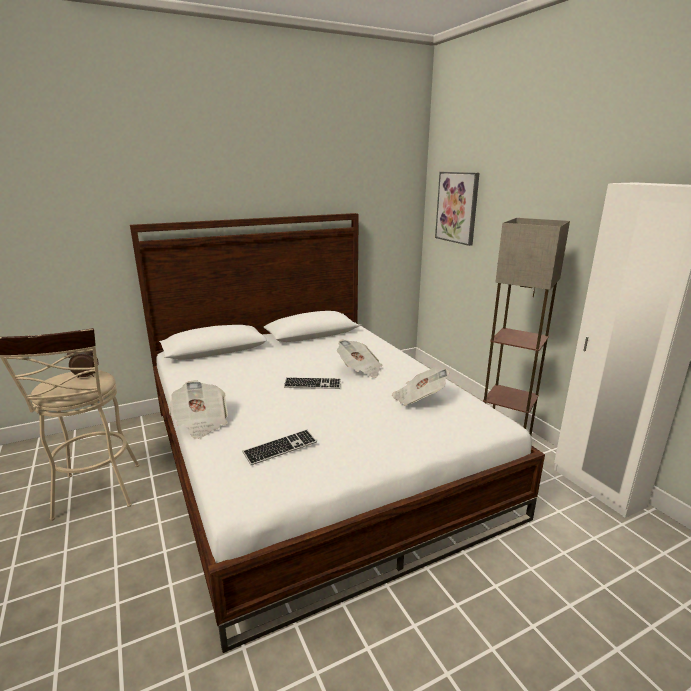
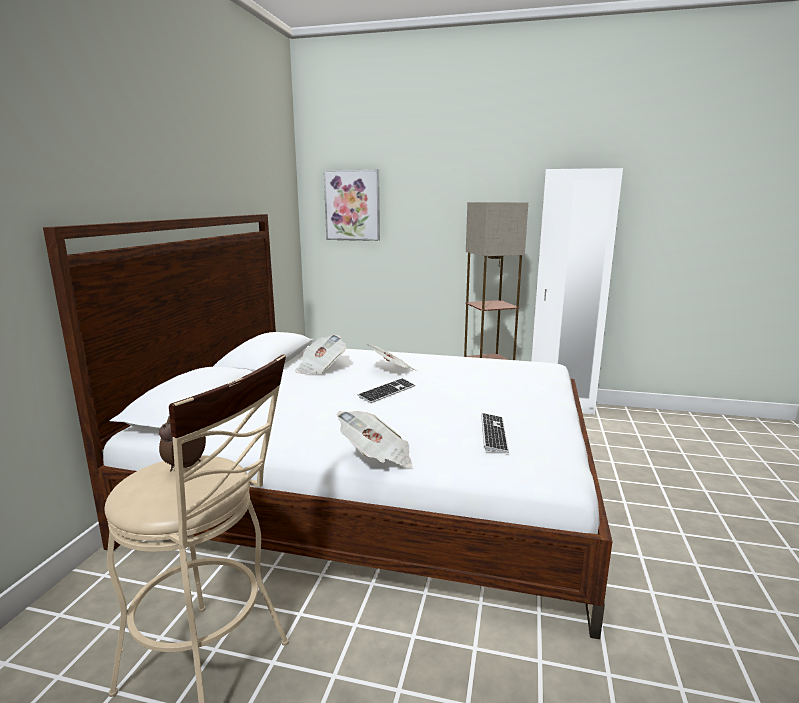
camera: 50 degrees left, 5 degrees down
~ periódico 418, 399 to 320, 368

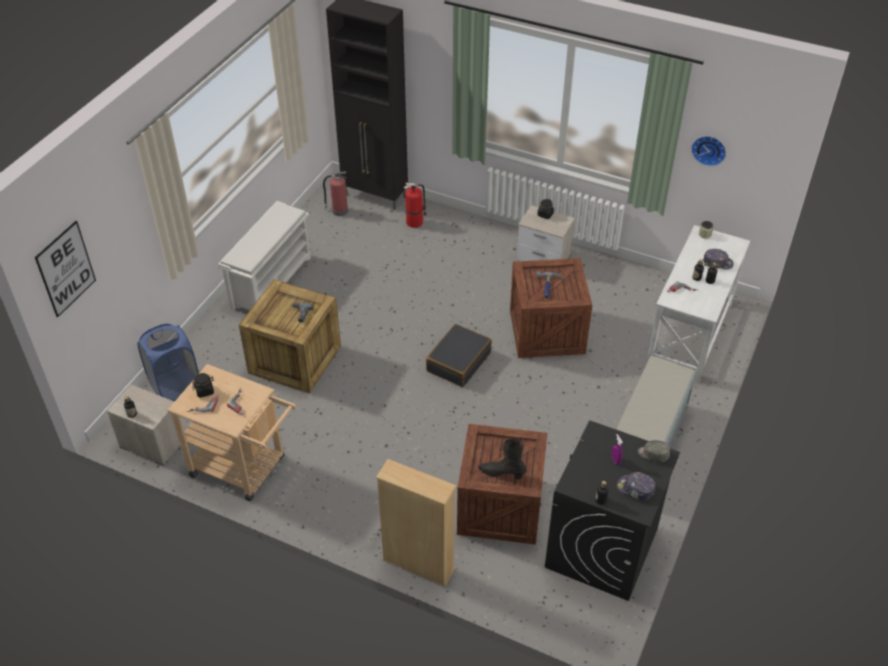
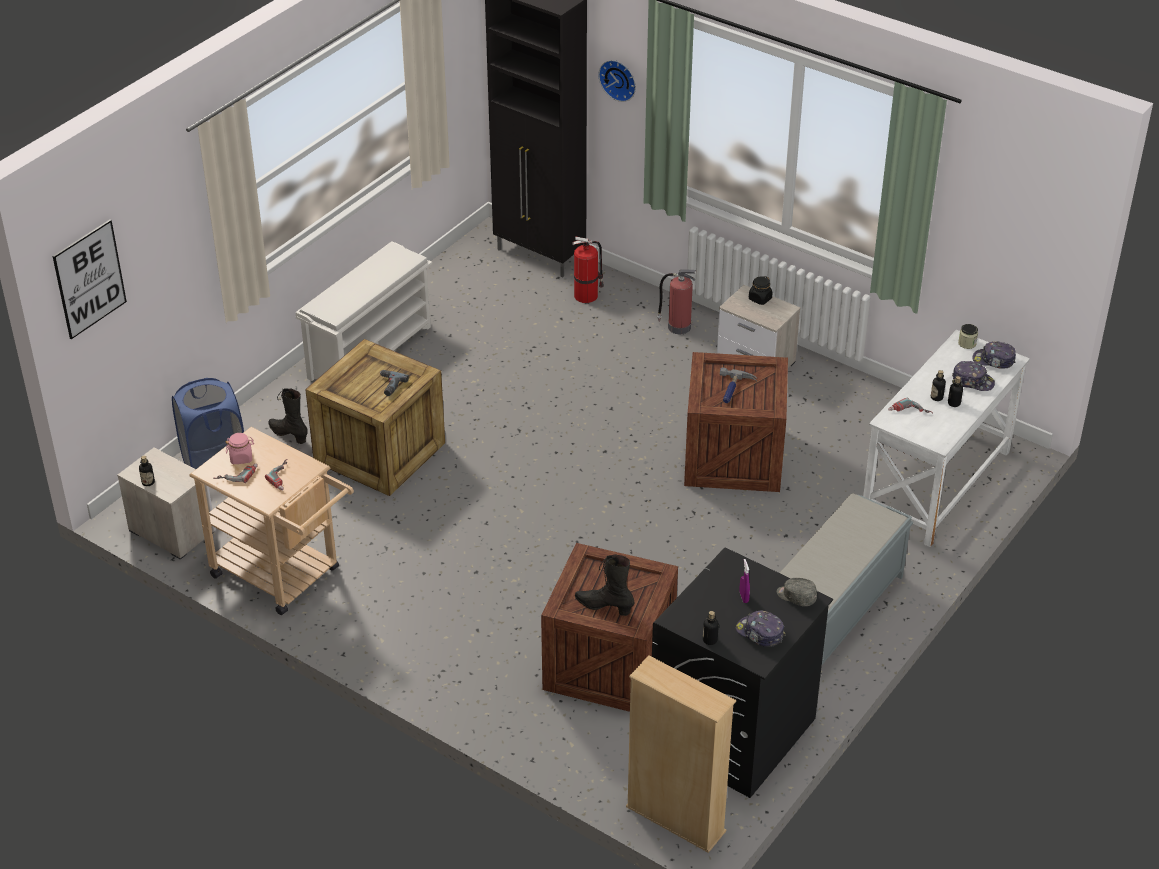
camera: 10 degrees right, 5 degrees down
- maleta (negro) 458, 361
+ bota (negro) 288, 434
+ gorra 993, 360
~ extintor 339, 211 to 678, 327
~ estantería (beis) 418, 564 to 675, 819
~ reloj de pared 709, 149 to 619, 79
~ tarro (negro) 205, 391 to tarro (rosa) 241, 457

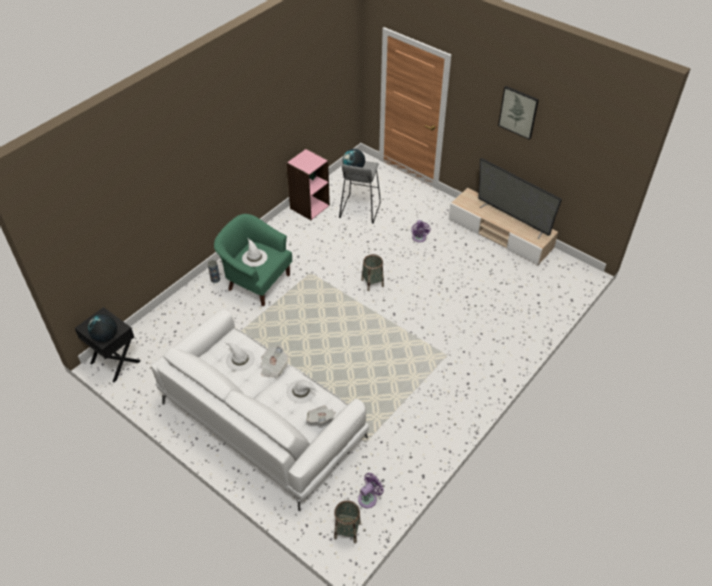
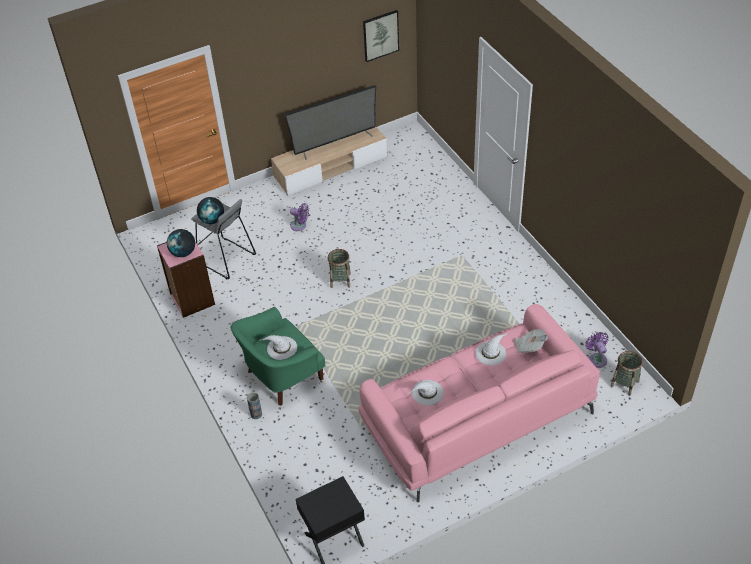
camera: 65 degrees left, 0 degrees up
- periódico 273, 367
~ globo terráqueo 105, 337 to 183, 253
~ cuadro 518, 112 to 380, 35
~ sofá (blanco) 261, 419 to sofá (rosa) 476, 418

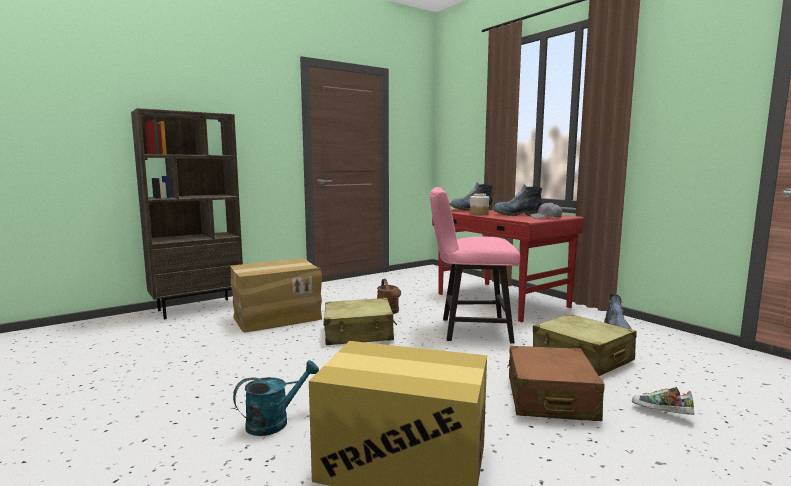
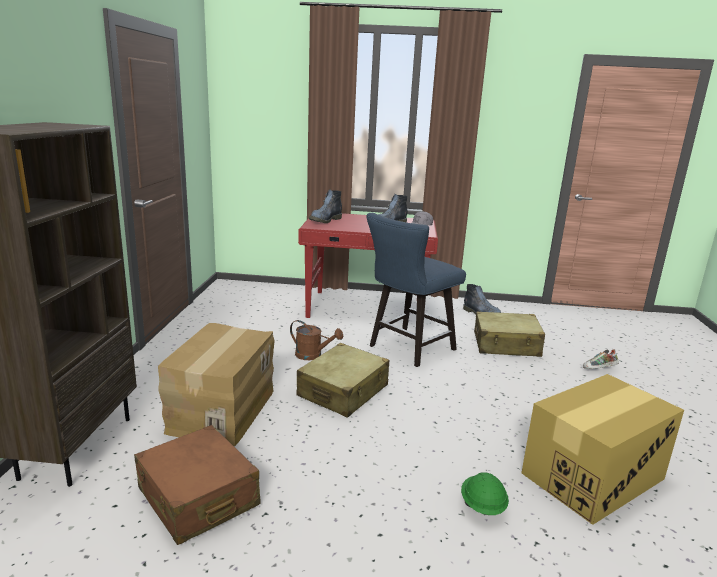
camera: 50 degrees left, 10 degrees up
- tarro 479, 214
~ maleta (marrón) 550, 398 to 198, 497
~ regadera (turquesa) 275, 421 to casco (verde) 482, 506
~ silla (rosa) 469, 330 to silla (azul) 407, 349

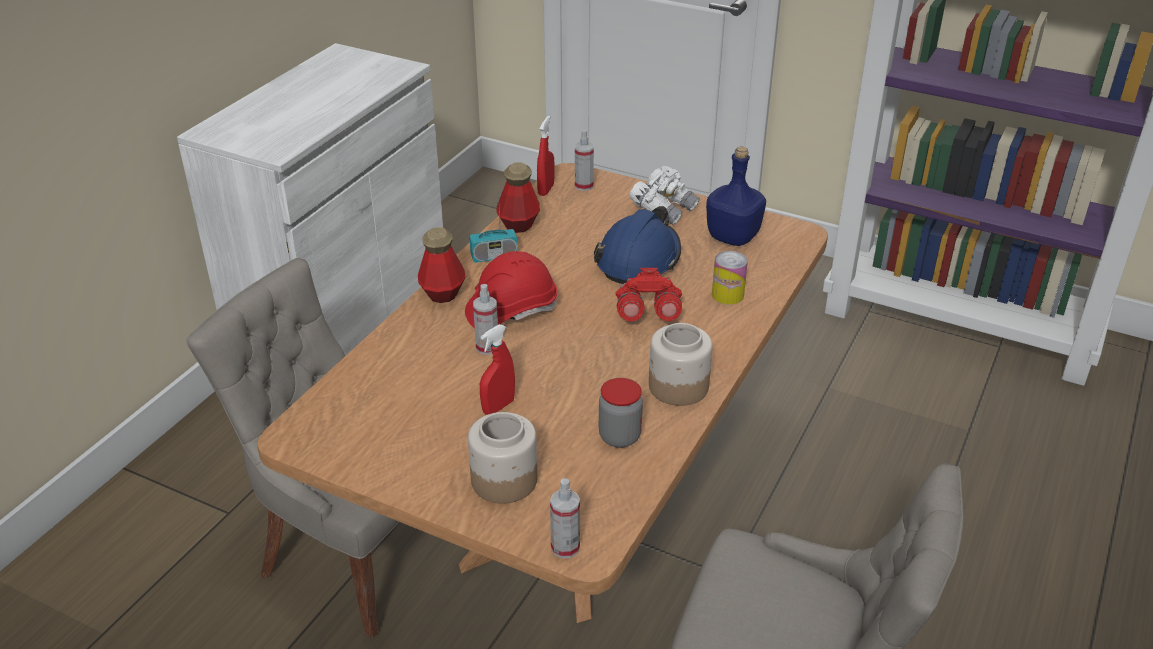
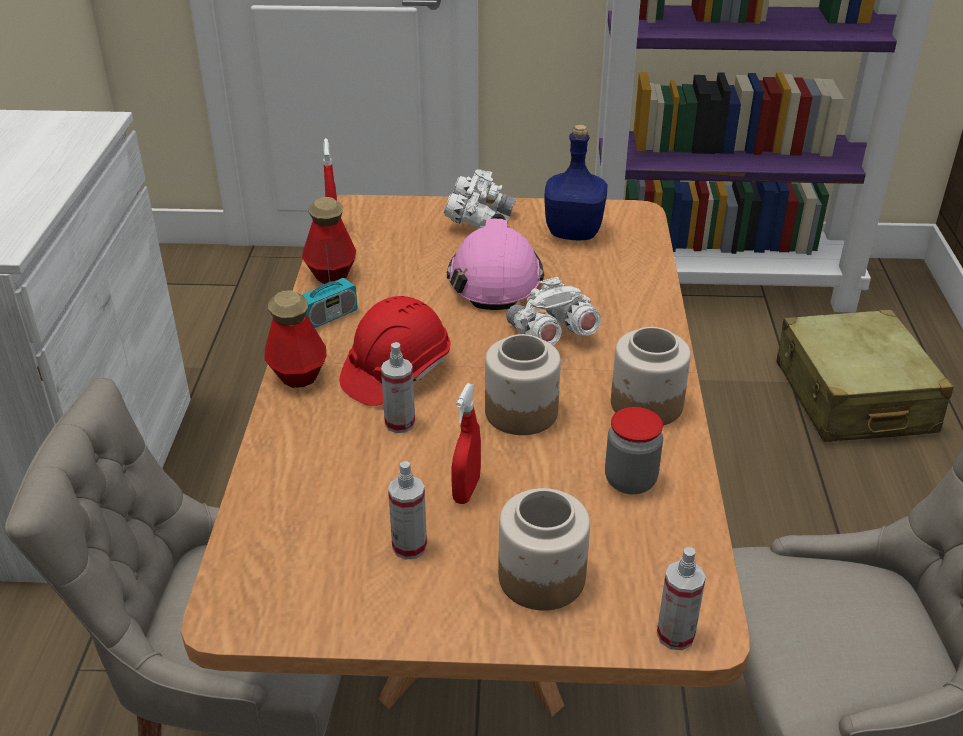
camera: 25 degrees left, 0 degrees up
- lata 727, 295
+ tarro 522, 412
+ maleta (beis) 853, 398
~ pulverizador 584, 186 to 409, 546
~ casco (azul) 638, 259 to casco (rosa) 495, 279
~ prismáticos (rojo) 646, 315 to prismáticos (blanco) 550, 336

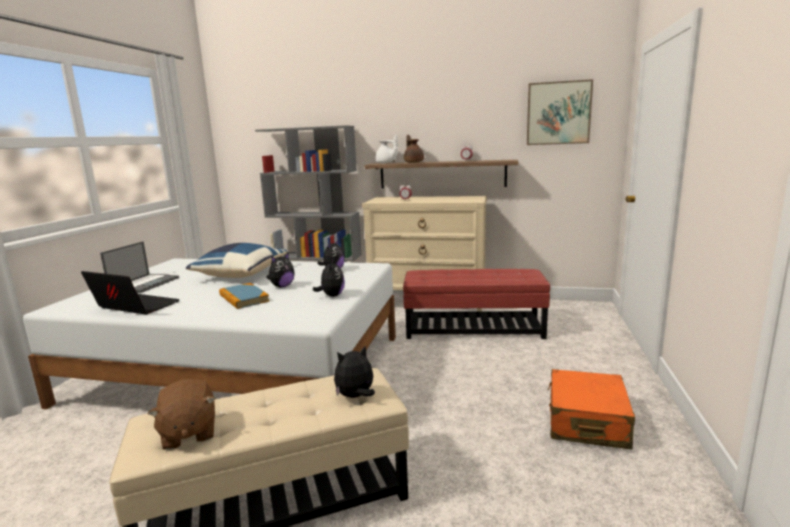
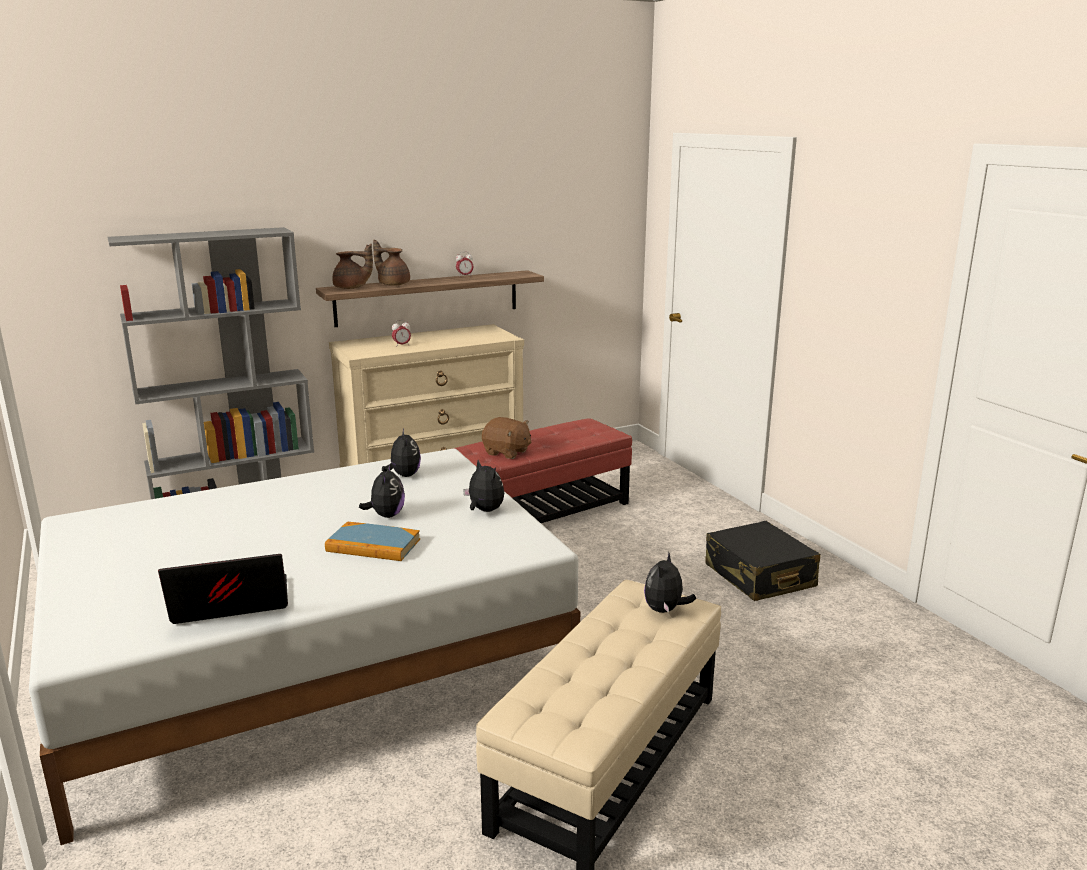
camera: 40 degrees left, 5 degrees up
- portátil 145, 283
- cojín (azul) 240, 274
- cuadro 558, 113
~ peluche (marrón) 188, 433 to 506, 452
~ tetera (blanco) 386, 163 to tetera (marrón) 351, 288
~ maleta (naranja) 586, 422 to maleta (negro) 759, 576

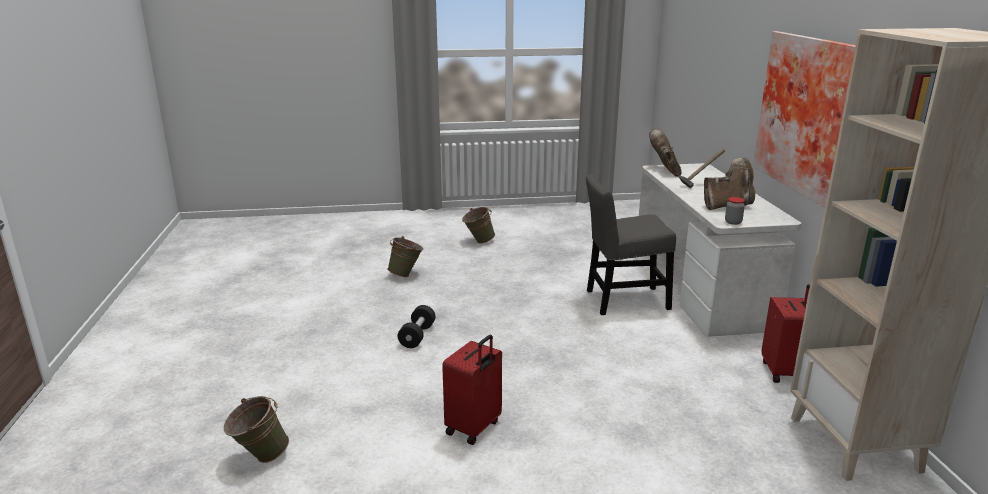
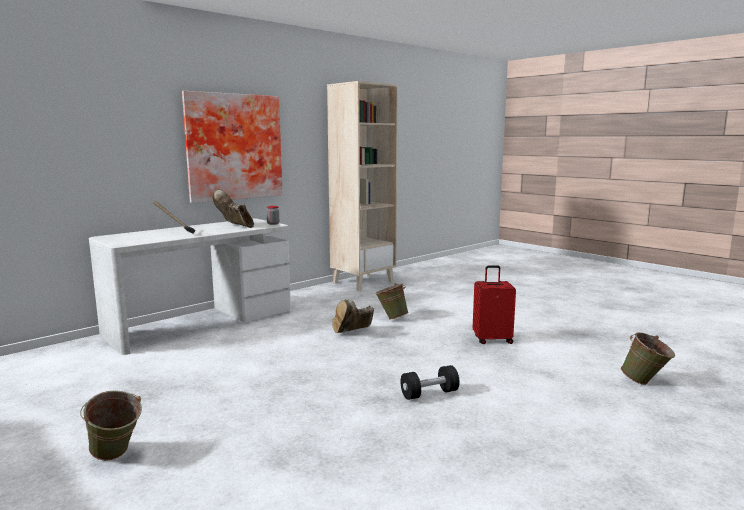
camera: 125 degrees left, 10 degrees down
- silla (gris) 623, 300
- maleta (rojo) 783, 372
~ cubo (verde) 406, 274 to 391, 318
~ bota (marrón) 665, 170 to 352, 333

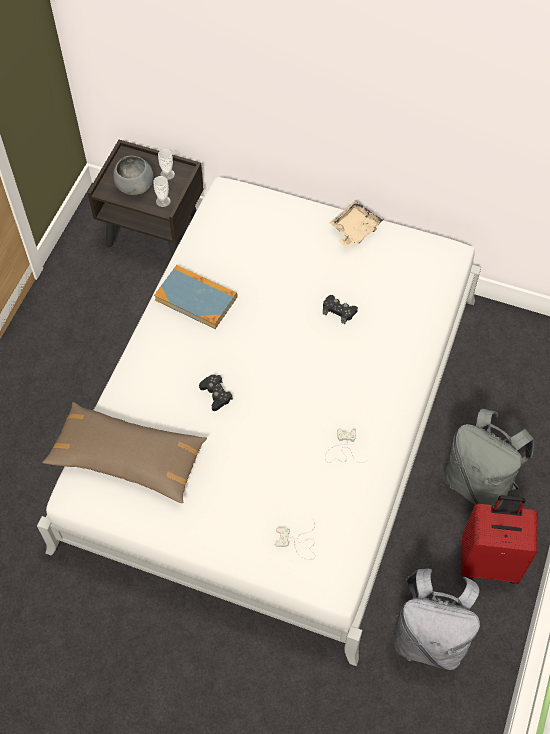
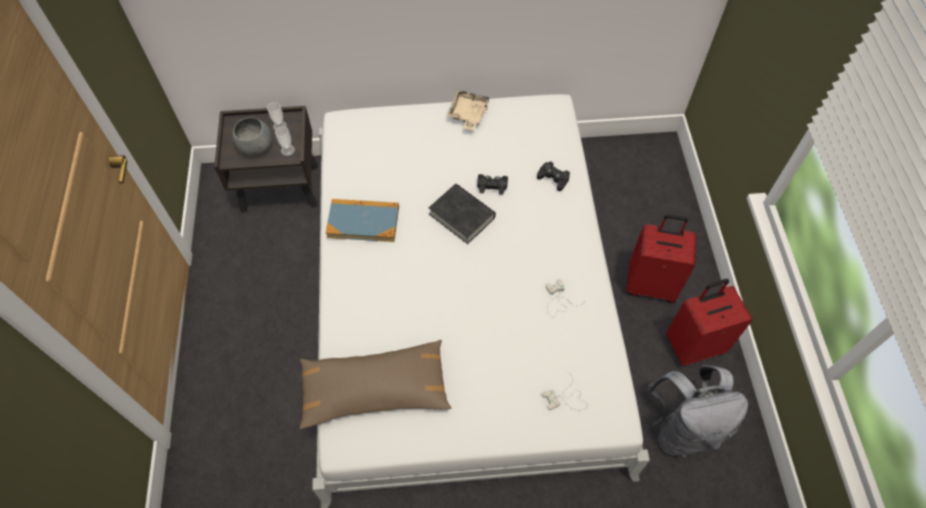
camera: 25 degrees left, 0 degrees up
+ libro (negro) 462, 216
~ mando de consola (negro) 216, 394 to 553, 178
~ mochila (gris) 478, 481 to maleta (rojo) 651, 284

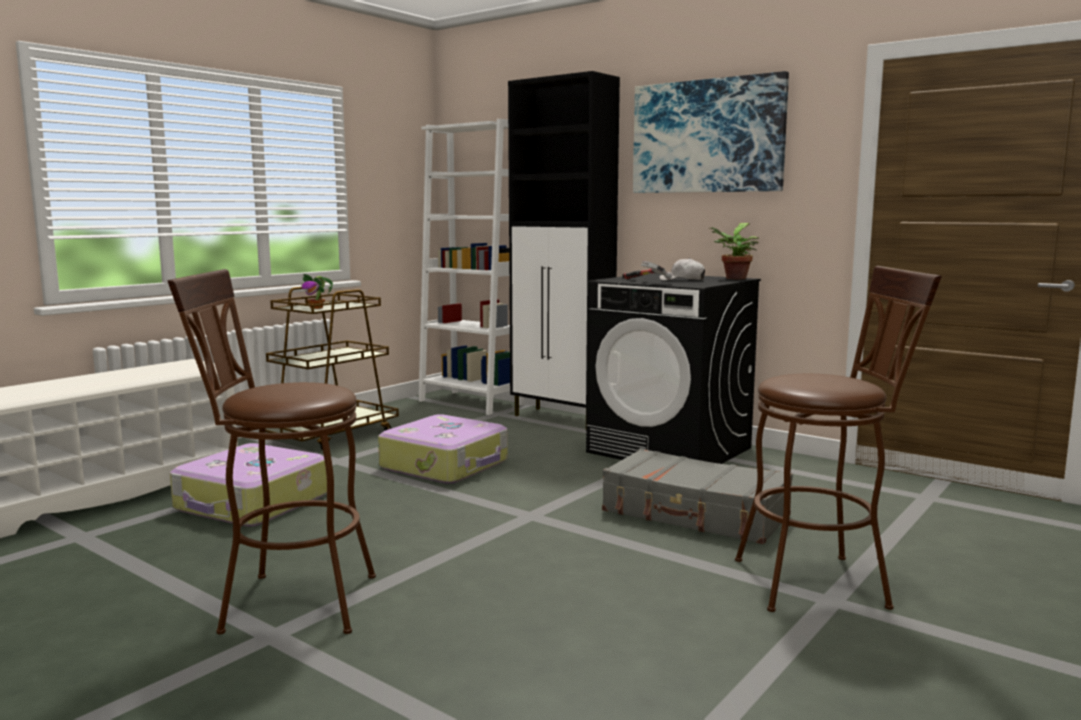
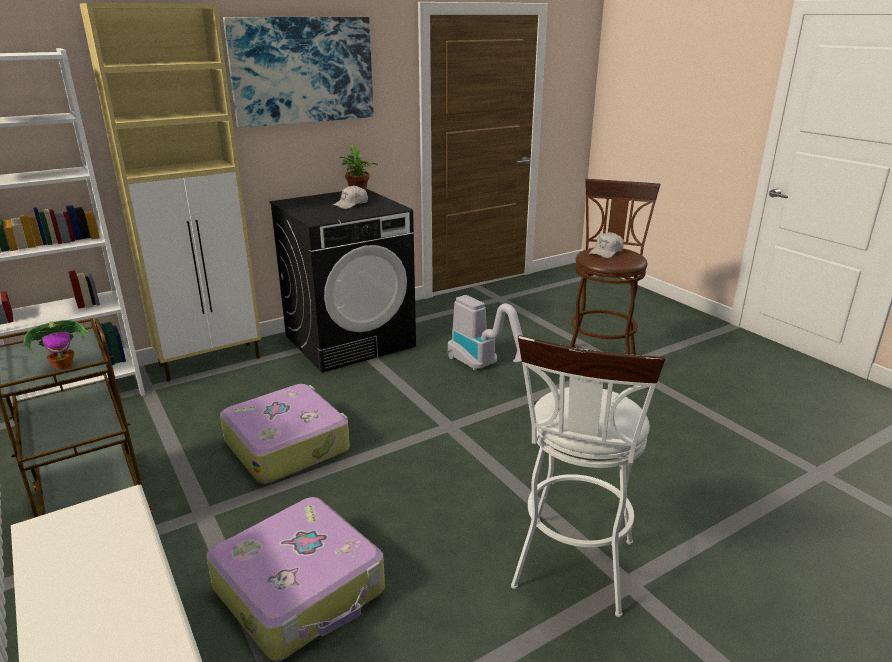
camera: 70 degrees left, 15 degrees up
- martillo 643, 282
+ gorra (blanco) 606, 252
~ maleta (gris) 695, 514 to aspiradora 485, 366
~ taburete (marrón) 286, 603 to taburete (blanco) 572, 572
~ armario (negro) 562, 419 to armario (beis) 211, 361

